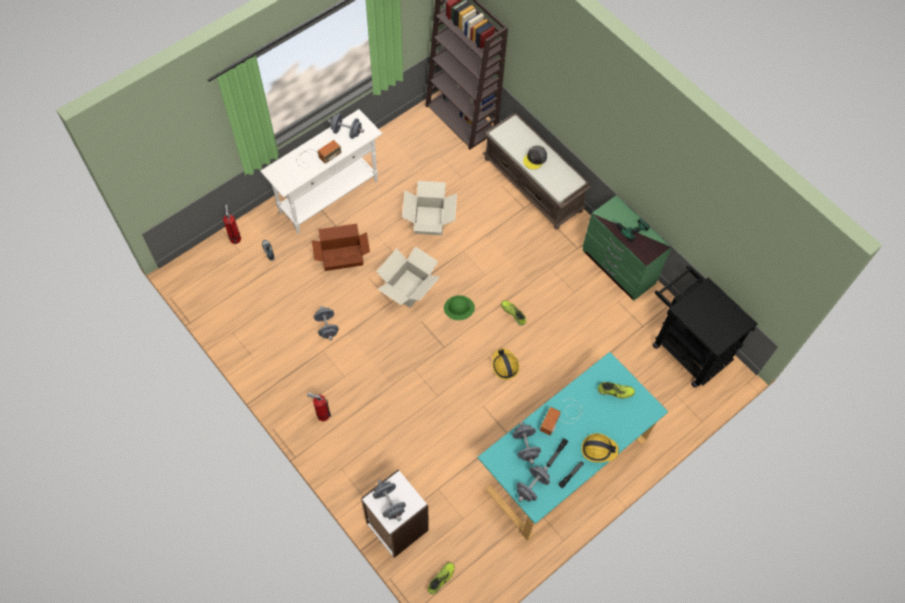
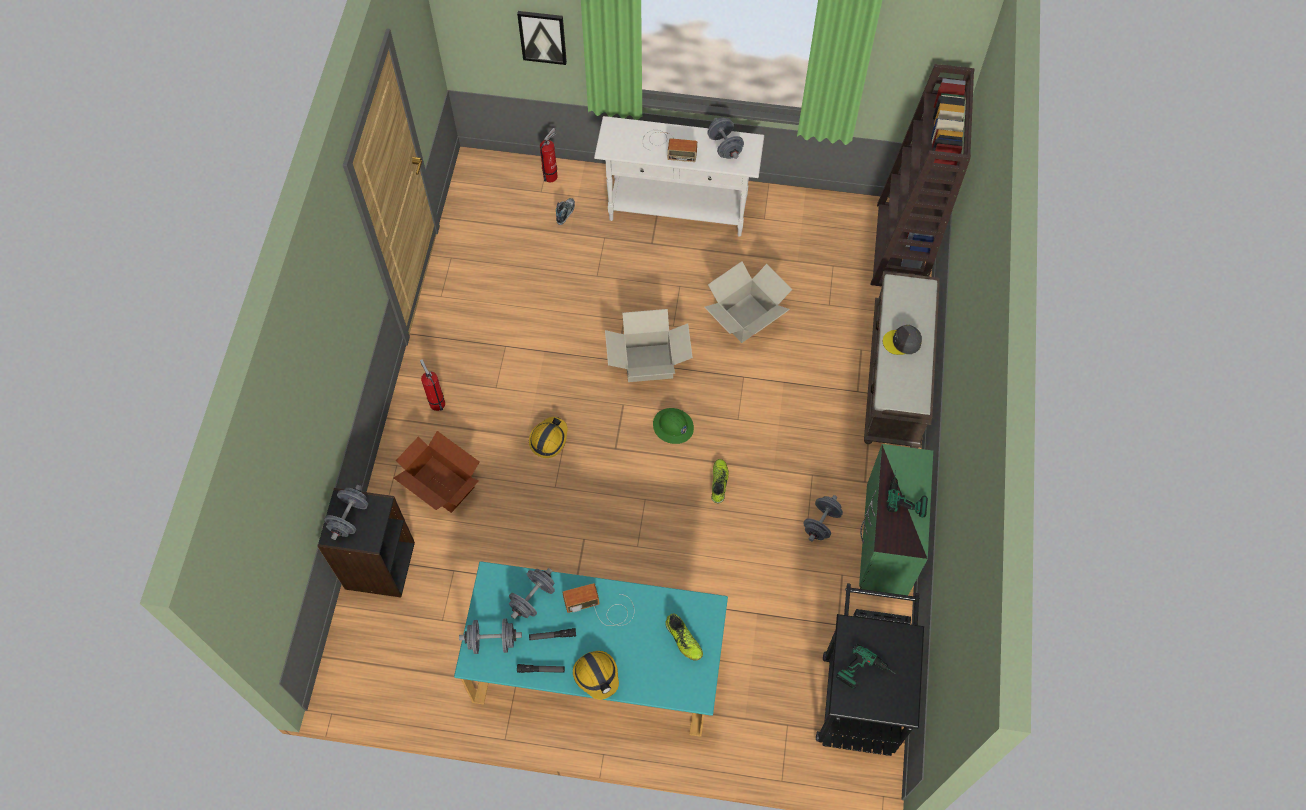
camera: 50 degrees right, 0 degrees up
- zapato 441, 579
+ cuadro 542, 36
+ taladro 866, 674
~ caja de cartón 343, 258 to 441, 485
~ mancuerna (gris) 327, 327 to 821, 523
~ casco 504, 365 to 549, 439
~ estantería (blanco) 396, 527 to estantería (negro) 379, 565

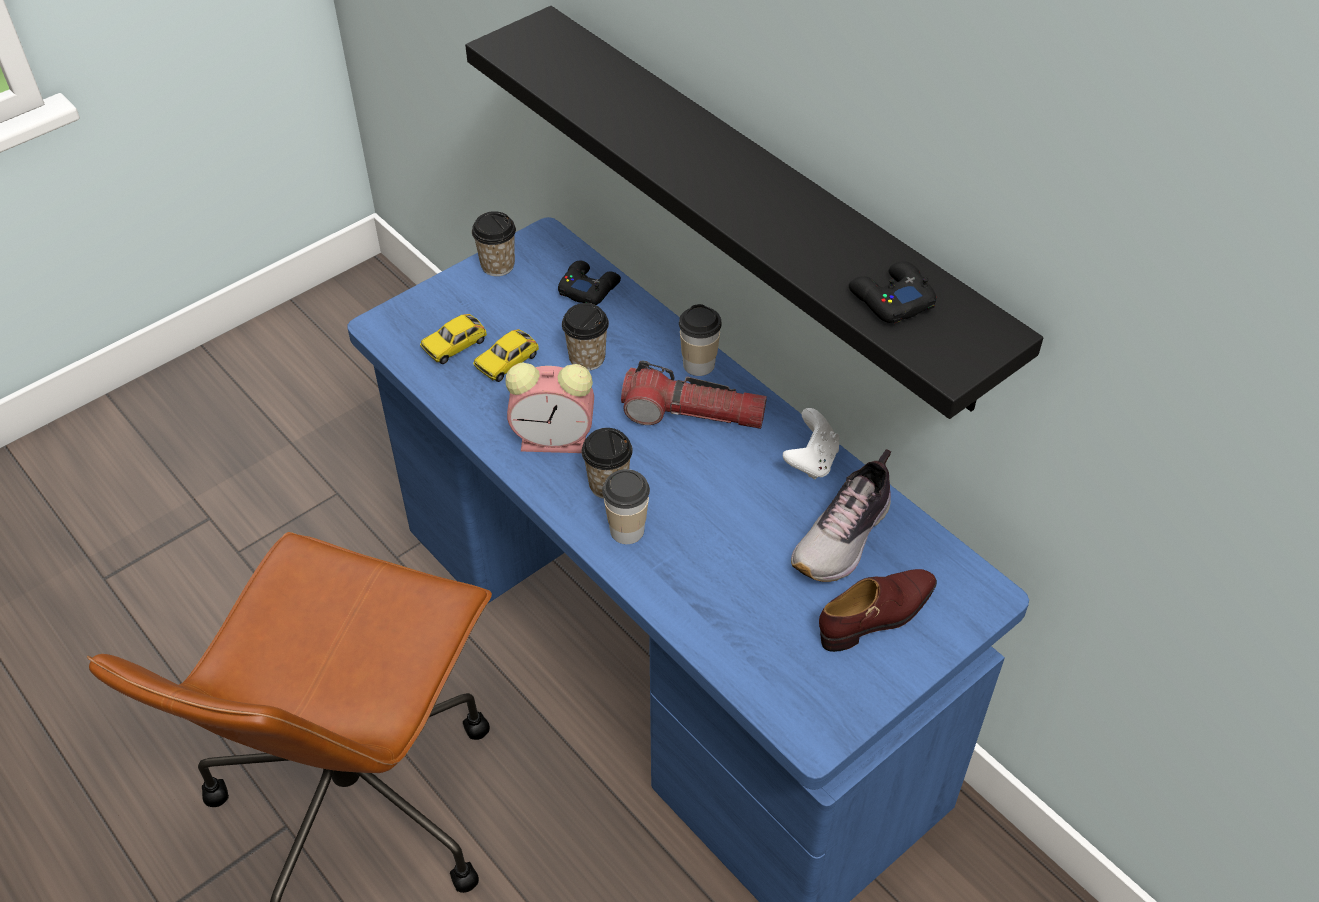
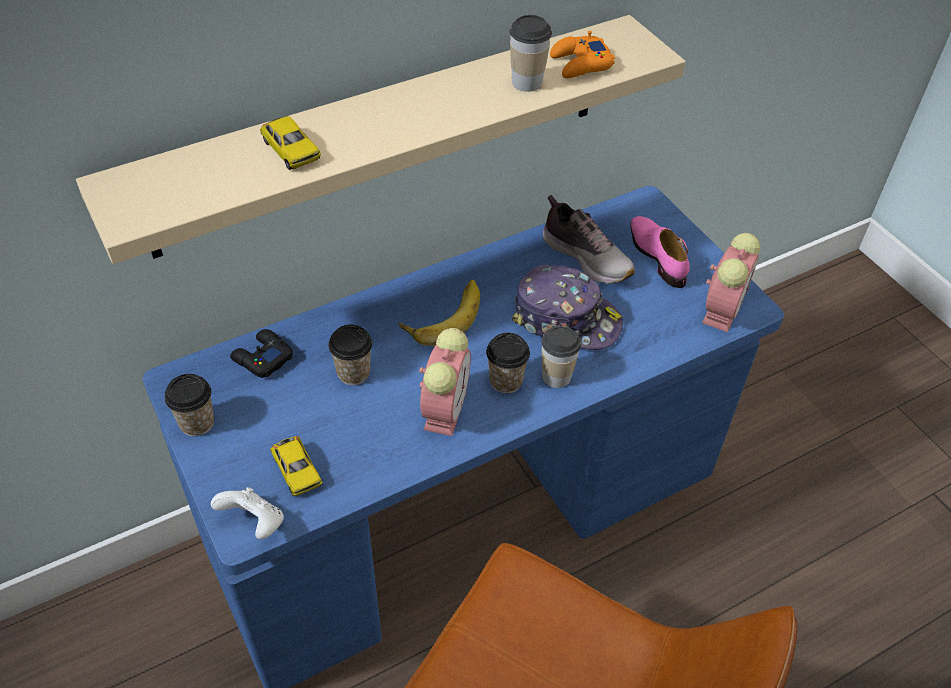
camera: 80 degrees left, 0 degrees up
+ gorra 566, 319
+ despertador 722, 308
~ coche de juguete 506, 361 to 291, 151
~ taza 698, 365 to 527, 82
~ mando de consola (blanco) 811, 461 to 254, 523
~ linterna 693, 414 to plátano 443, 315
~ estante (negro) 763, 203 to estante (beis) 383, 135
~ zapato (marrón) 878, 615 to zapato (rosa) 657, 255
~ mando de consola (negro) 890, 299 to mando de consola (naranja) 580, 64

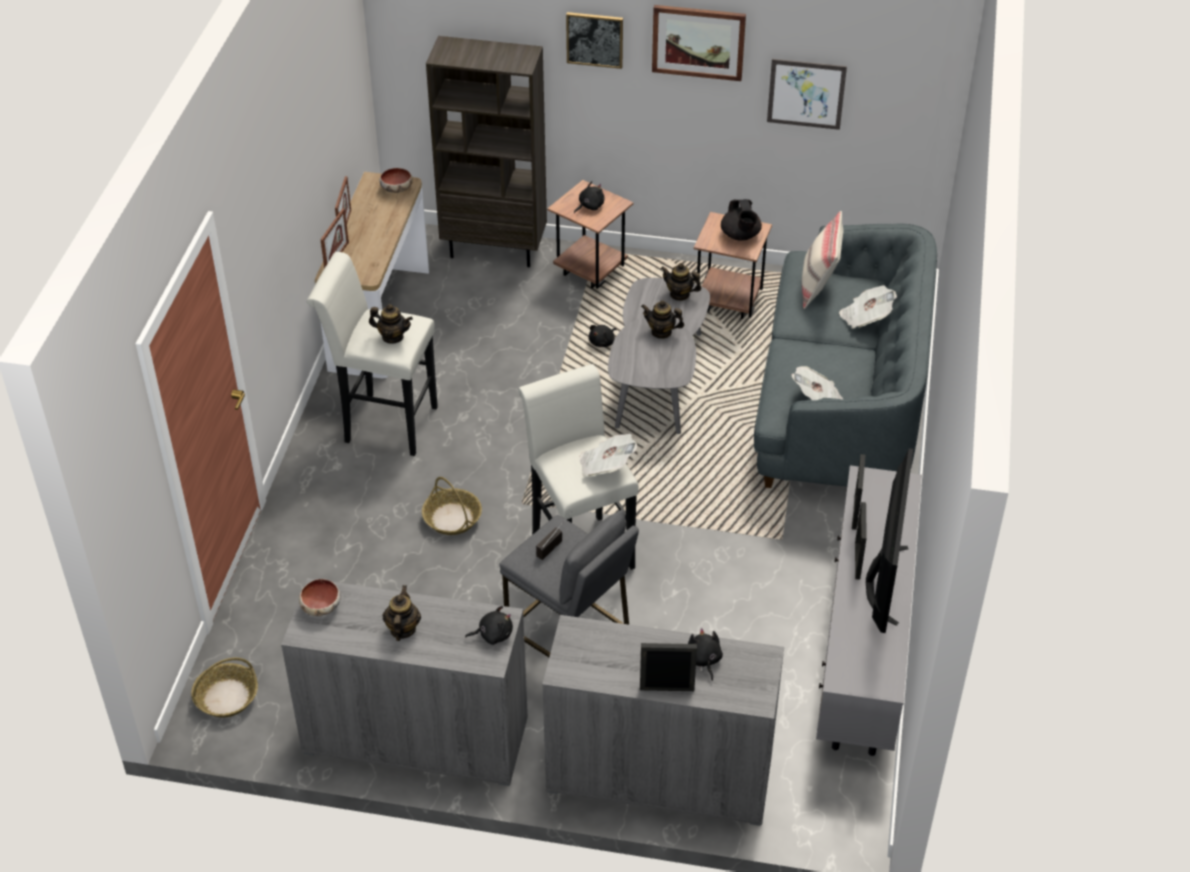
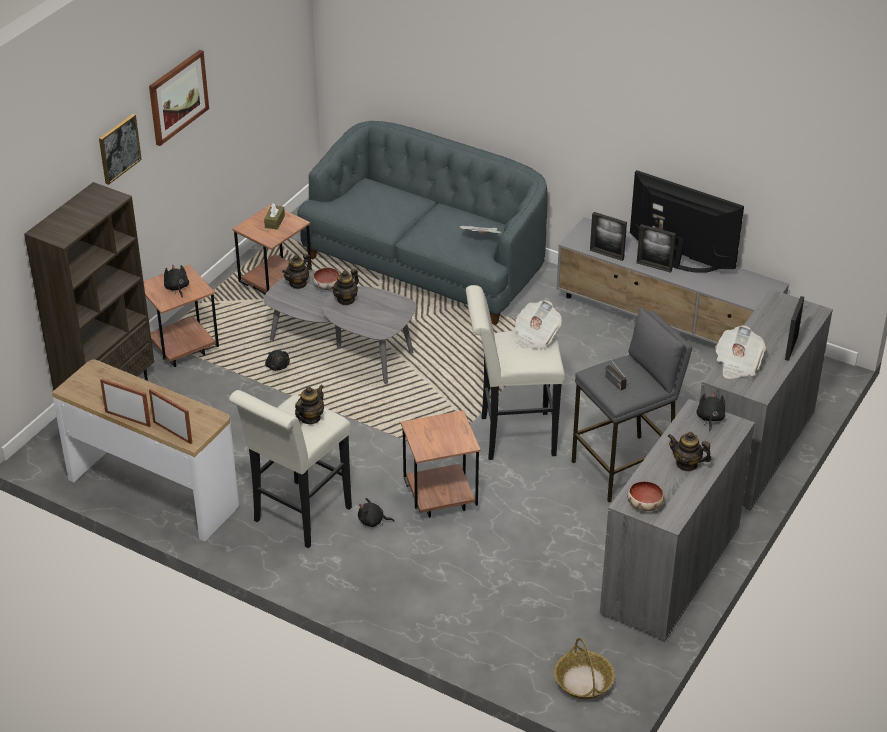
camera: 70 degrees left, 5 degrees down
- cuadro 806, 94
- cojín (beis) 818, 286
~ cuenco 396, 189 to 327, 286
~ peluche (negro) 704, 660 to 373, 521
~ periódico 865, 317 to 737, 364
~ cesta 452, 518 to mesa auxiliar (marrón) 440, 500
~ tetera (negro) 740, 235 to caja de pañuelos (marrón) 274, 221

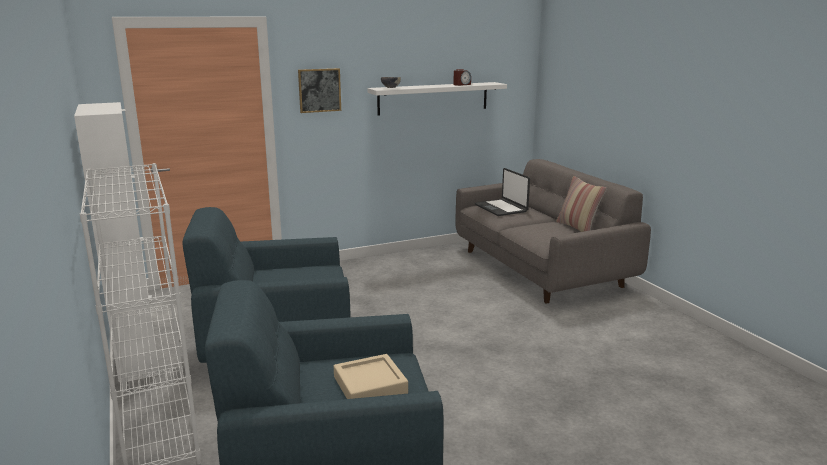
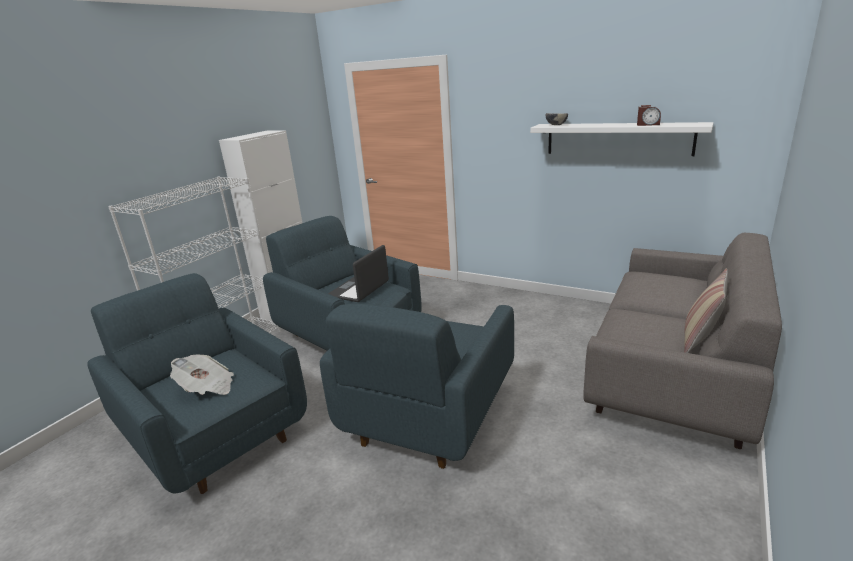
camera: 55 degrees right, 5 degrees up
- cuadro 319, 90
+ sillón (azul) 428, 414
~ portátil 501, 208 to 359, 289
~ bandeja (beis) 370, 385 to periódico 207, 387

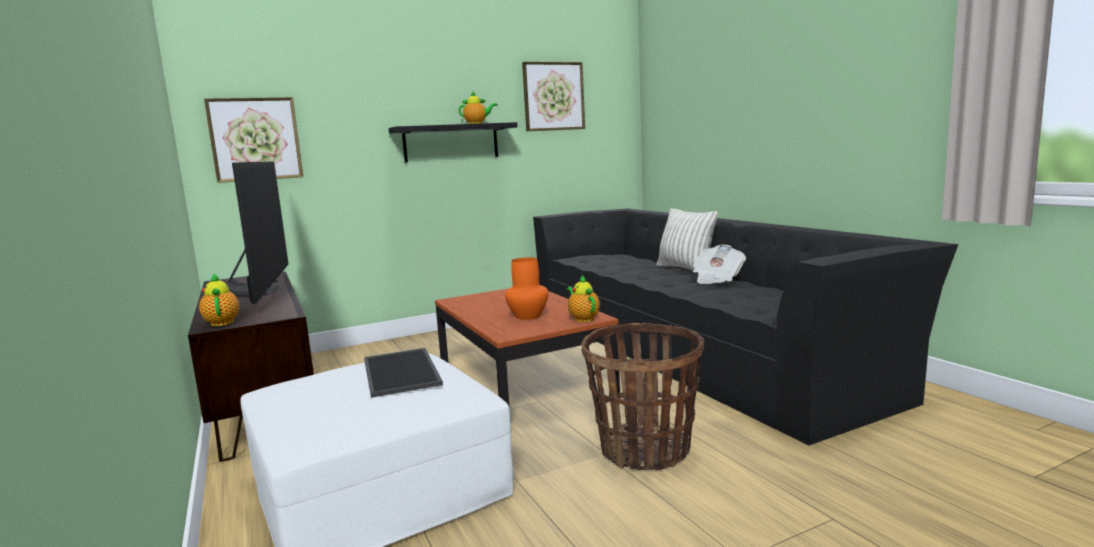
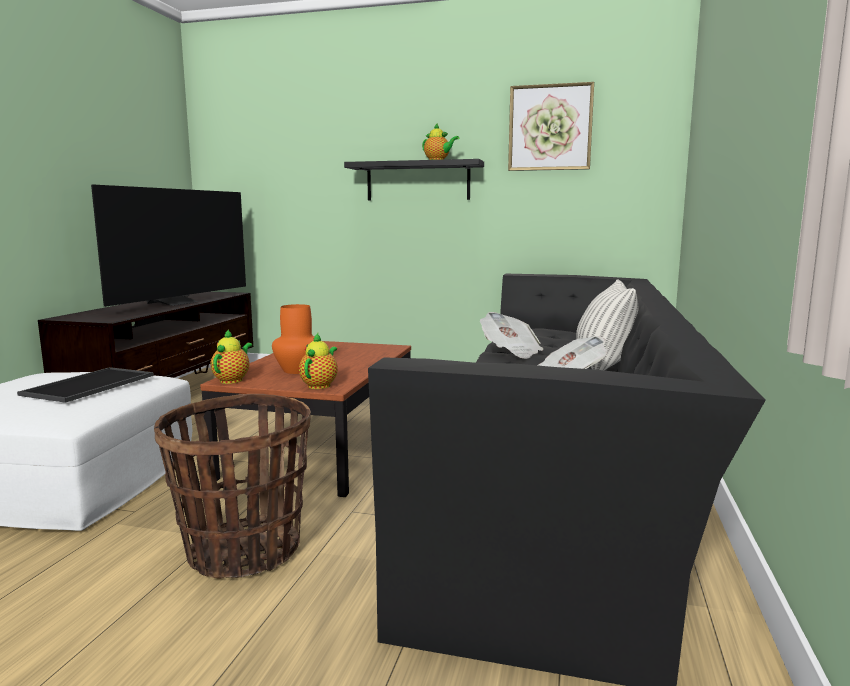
camera: 40 degrees right, 0 degrees up
- cuadro 255, 139
+ periódico 511, 352
~ tetera 222, 322 to 233, 380

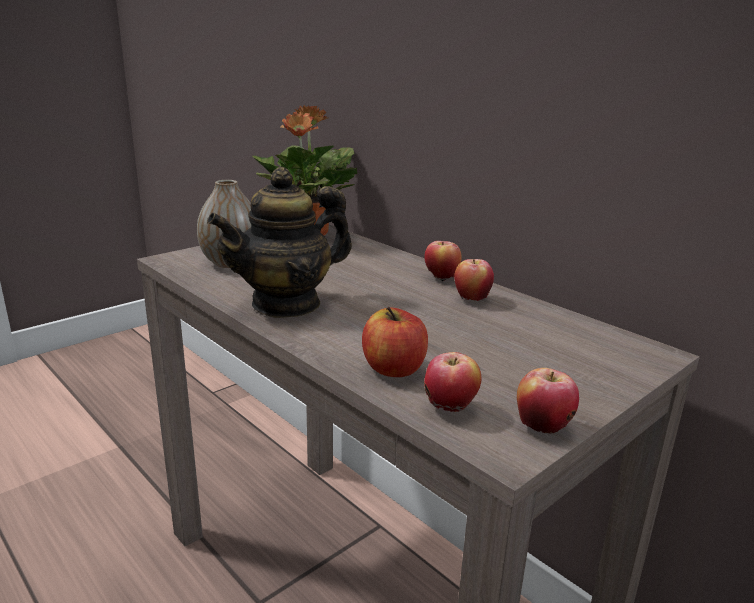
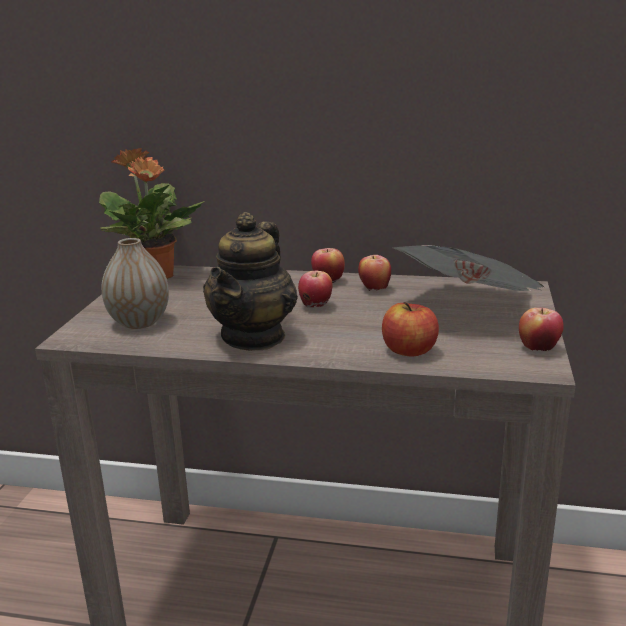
camera: 35 degrees left, 0 degrees up
+ periódico 470, 308
~ manzana 450, 409 to 316, 307

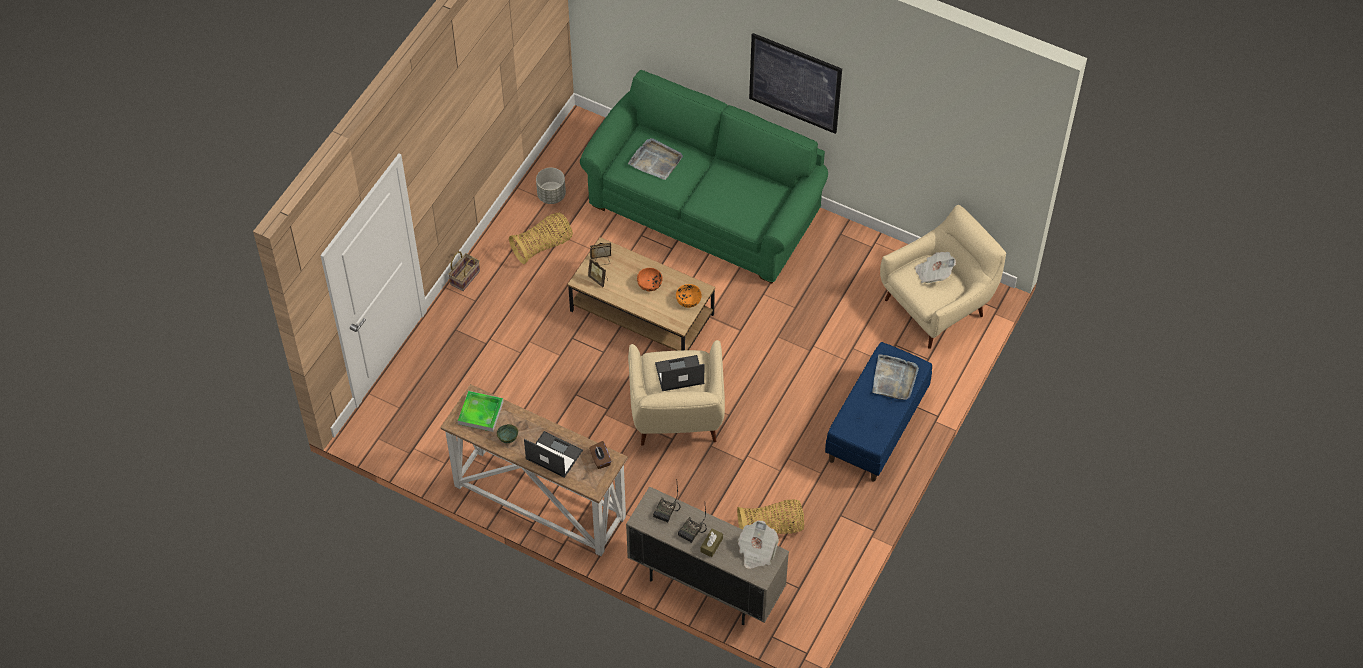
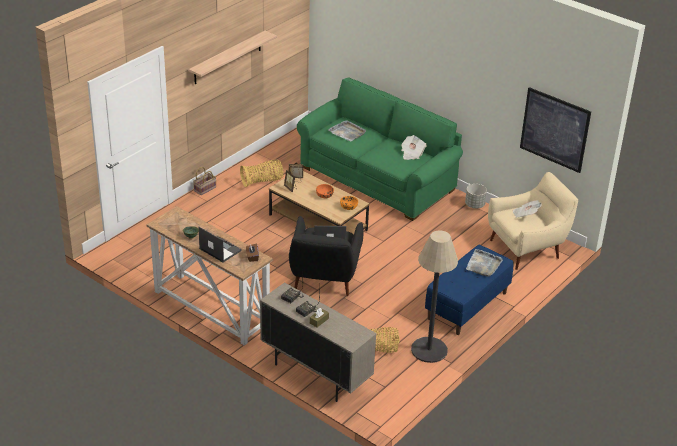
camera: 10 degrees right, 20 degrees down
- bandeja 481, 413
+ estante 228, 58
+ lámpara de pie 429, 350
~ maceta (gris) 551, 195 to 475, 205
~ periódico 756, 551 to 412, 153
~ cuadro 795, 83 to 555, 129
~ sillón (beis) 677, 418 to sillón (negro) 324, 279

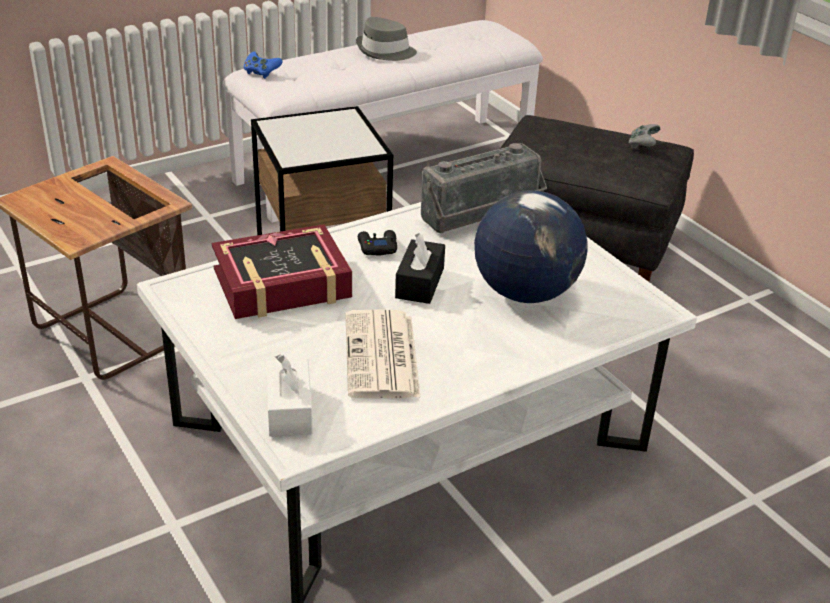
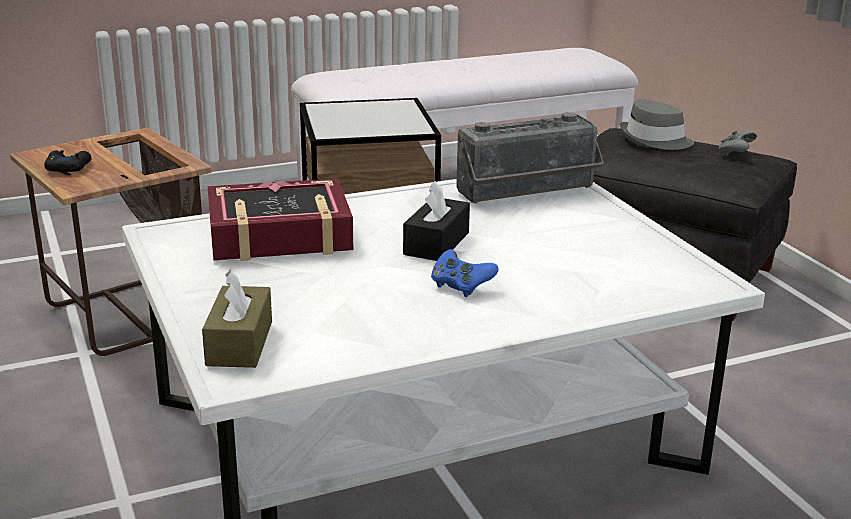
camera: 10 degrees right, 10 degrees down
- periódico 382, 357
- globo terráqueo 526, 292
~ mando de consola (azul) 261, 73 to 460, 287
~ sombrero (gris) 385, 51 to 655, 140
~ mando de consola (negro) 377, 247 to 68, 167
~ caja de pañuelos (blanco) 289, 410 to caja de pañuelos (marrón) 239, 343

